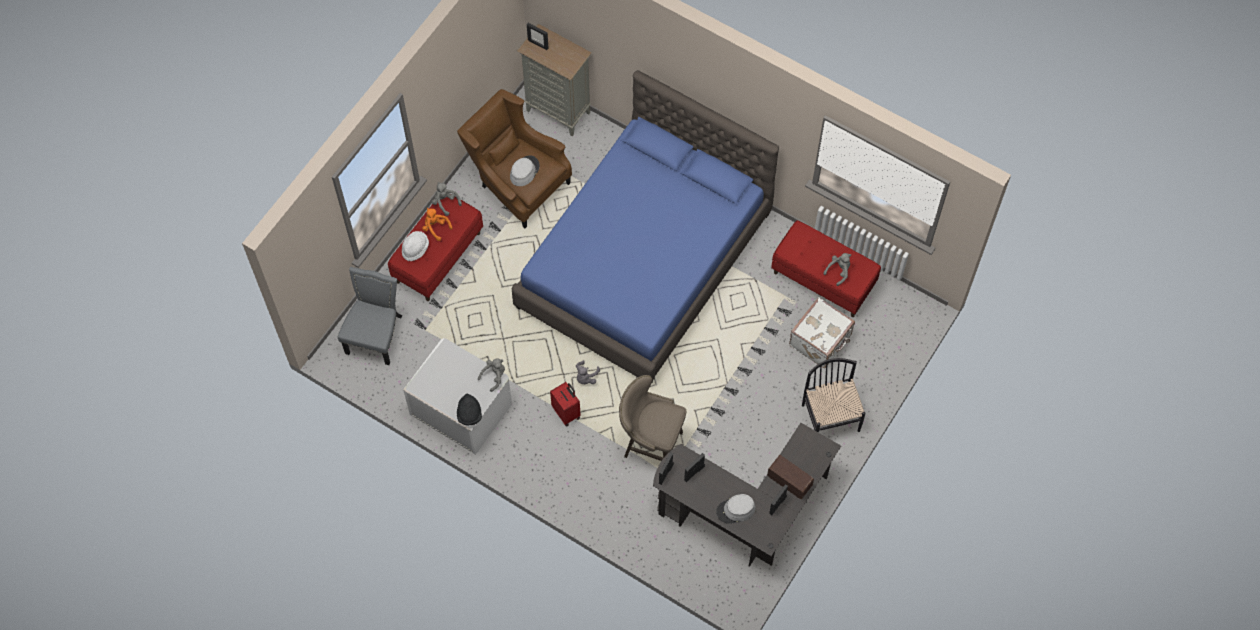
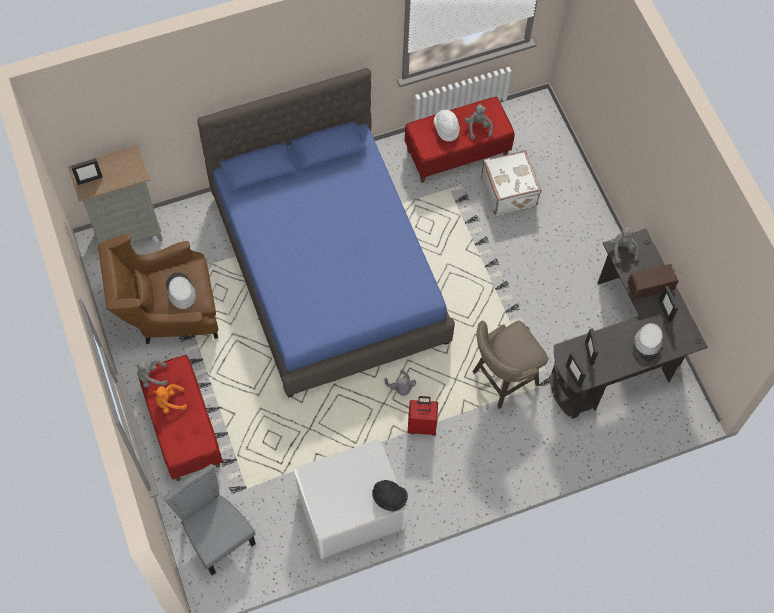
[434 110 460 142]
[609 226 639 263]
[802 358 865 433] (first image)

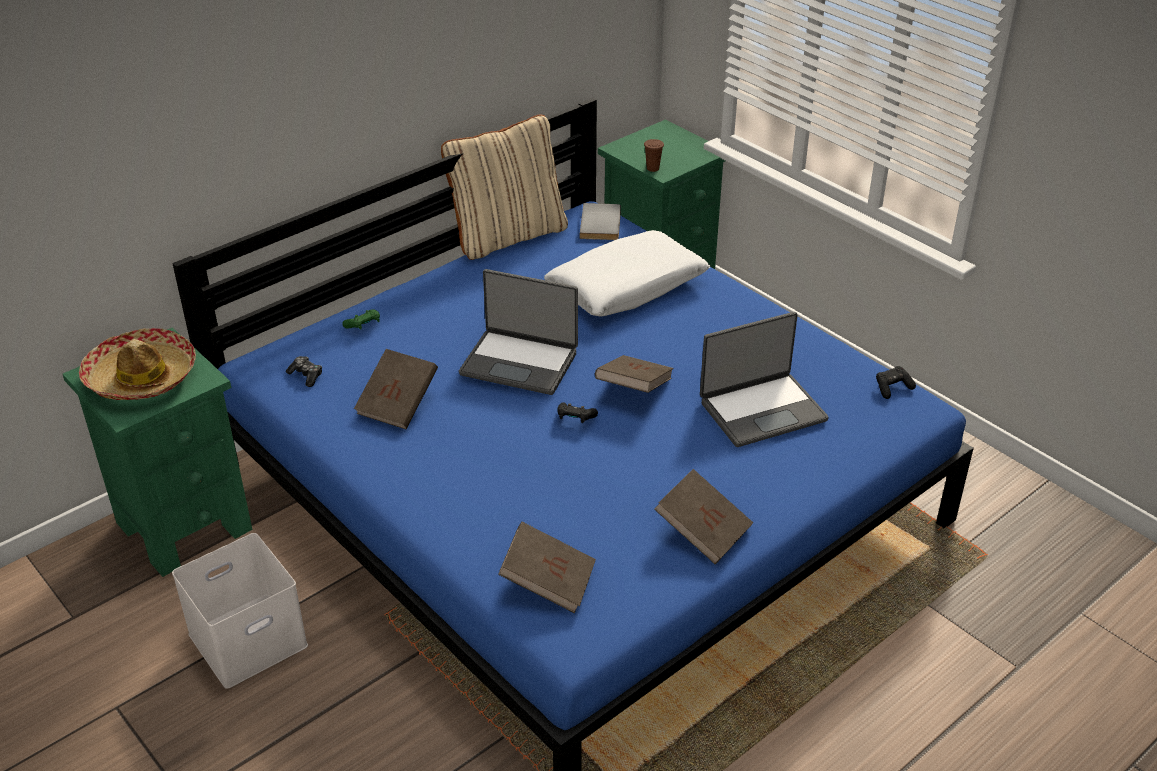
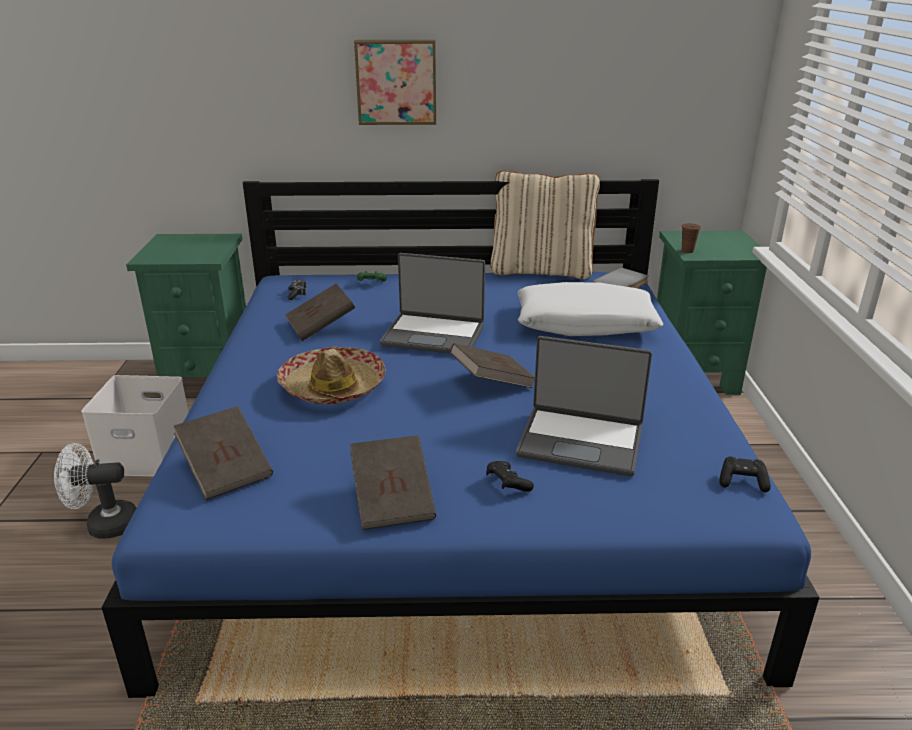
[277 346 385 404]
[380 253 485 354]
[486 461 534 492]
[54 443 137 538]
[354 40 436 125]

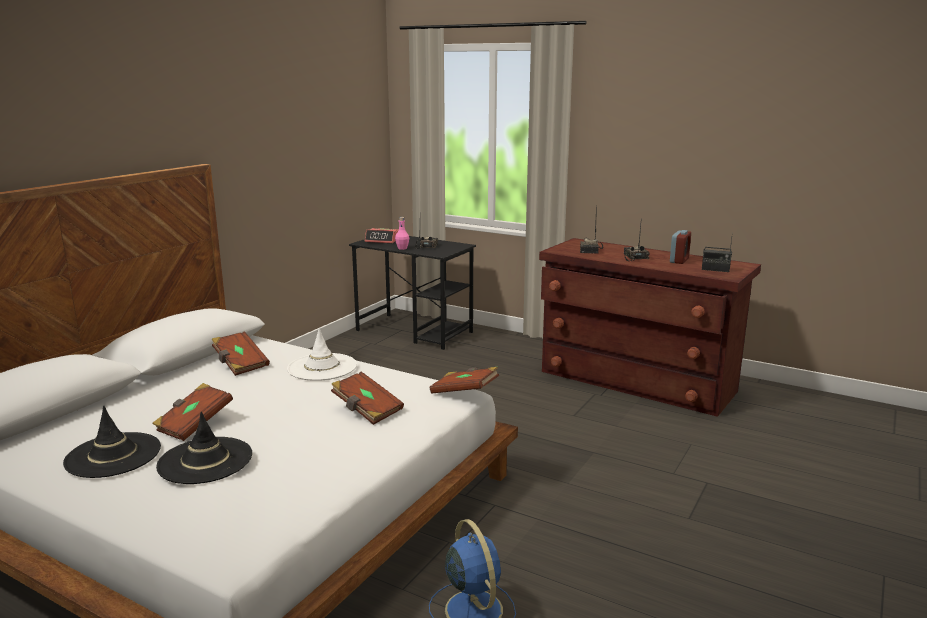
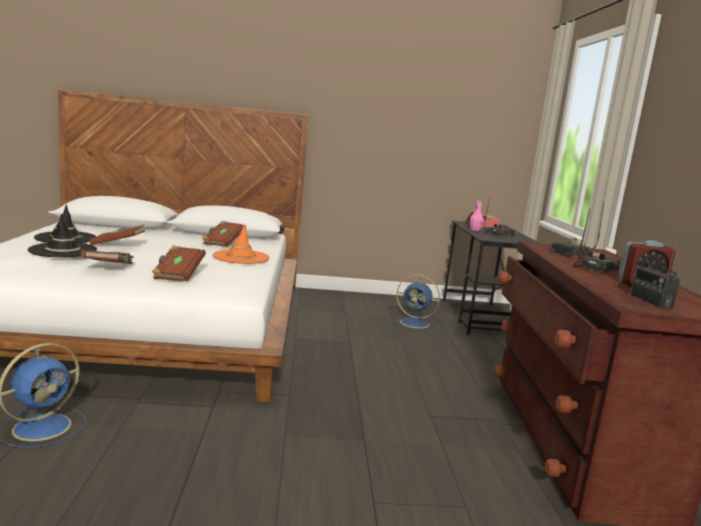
[213 224 270 264]
[81 250 134 264]
[393 275 440 331]

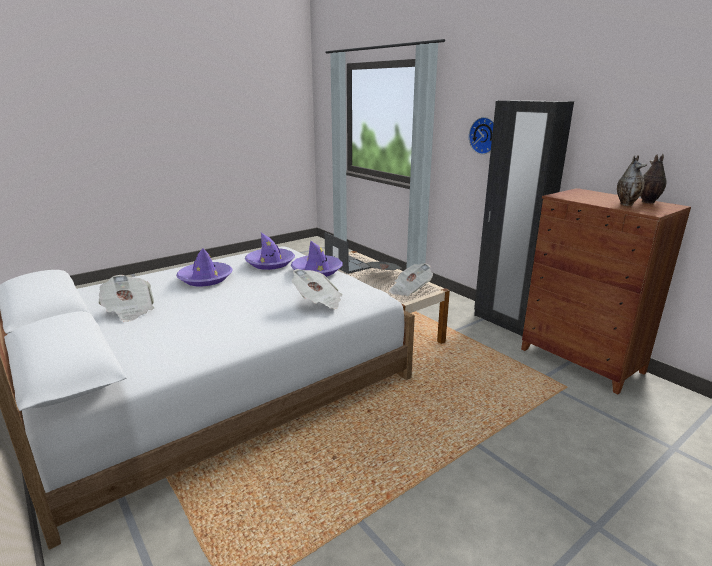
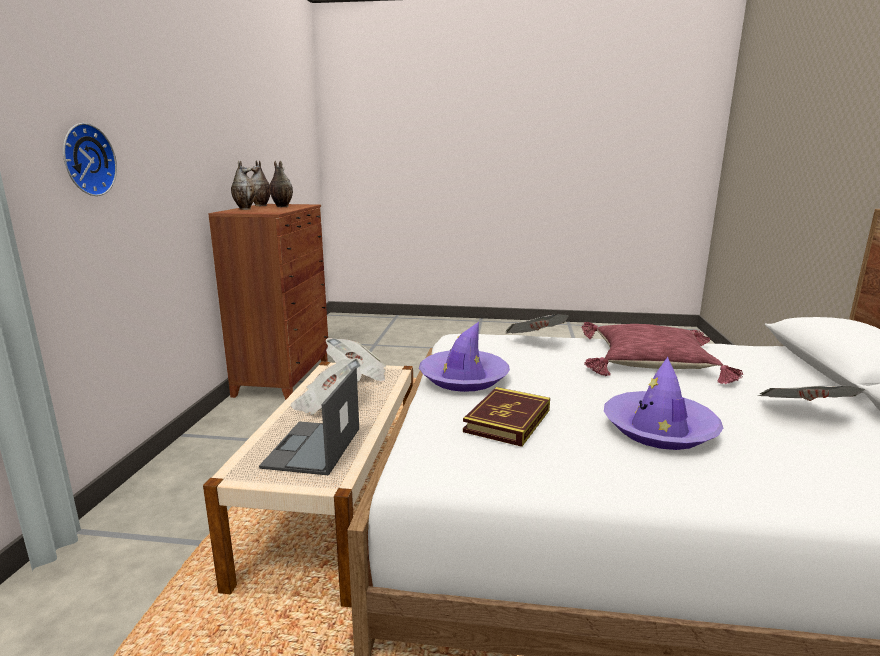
[463 387 550 447]
[474 100 574 336] (first image)
[231 161 256 210]
[582 322 743 385]

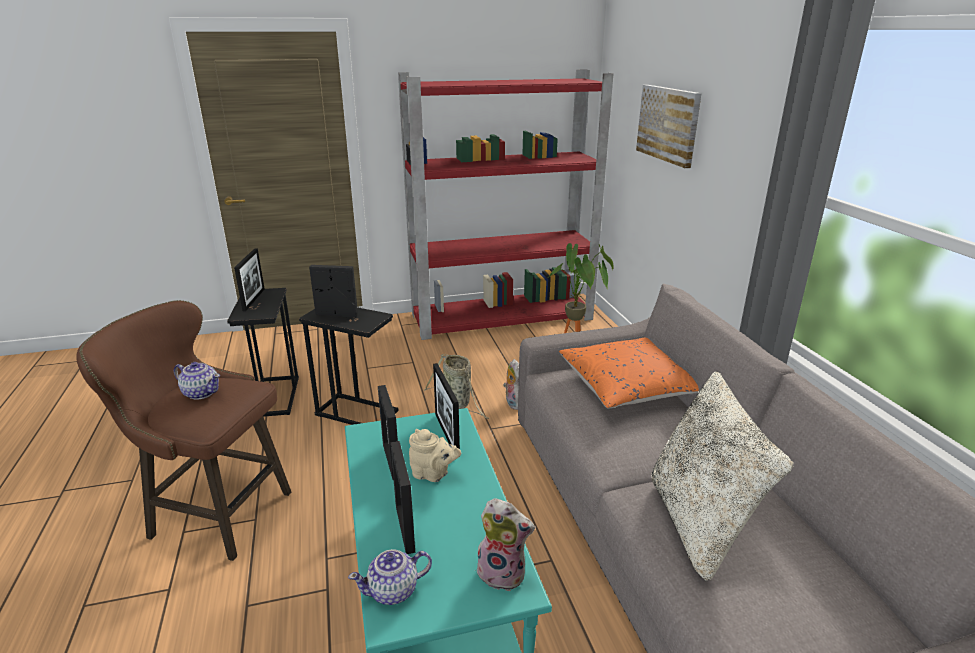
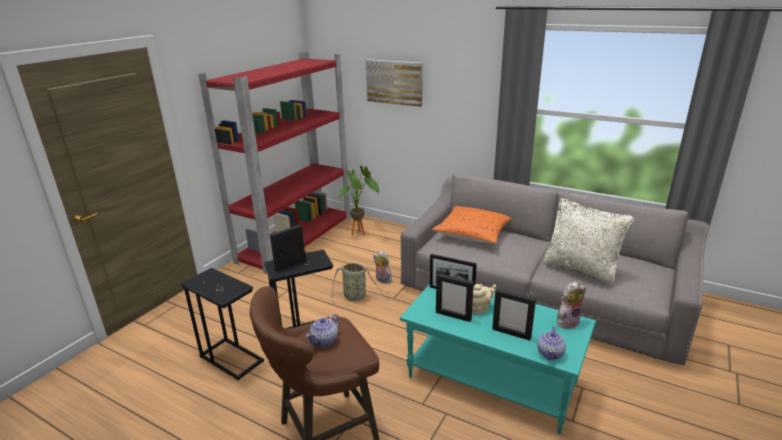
[306 314 340 347]
[234 248 265 311] (first image)

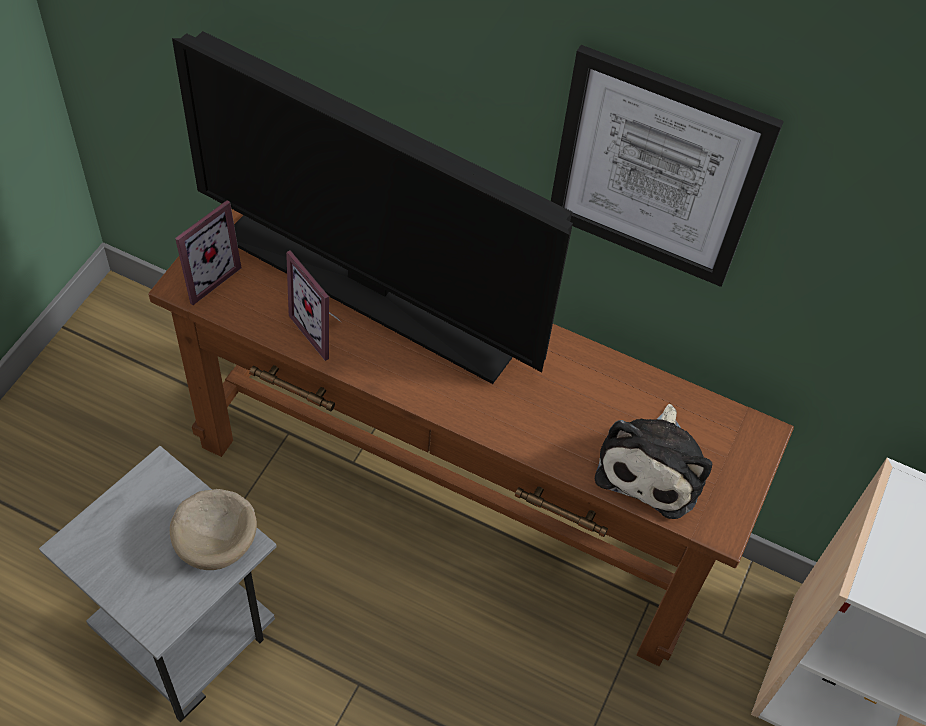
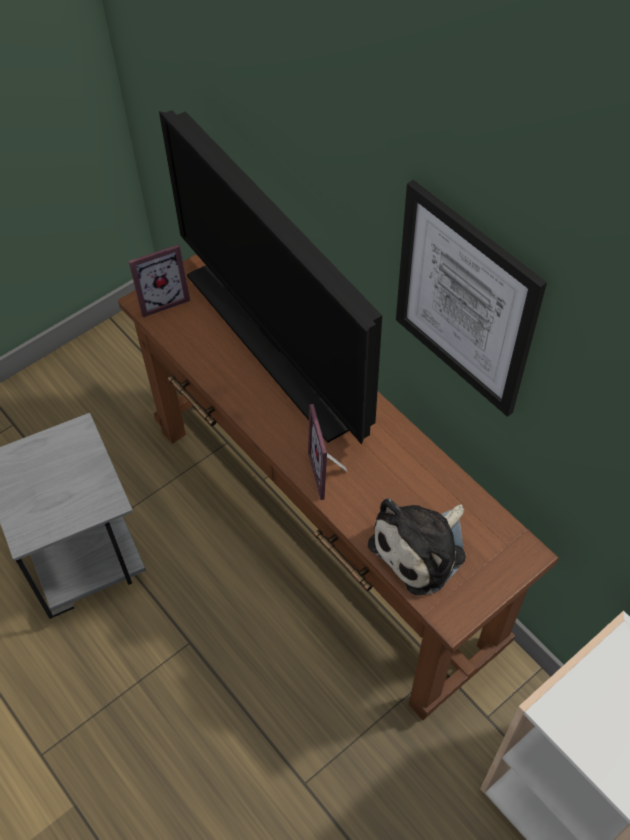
[170 489 257 570] (first image)
[308 404 347 500]

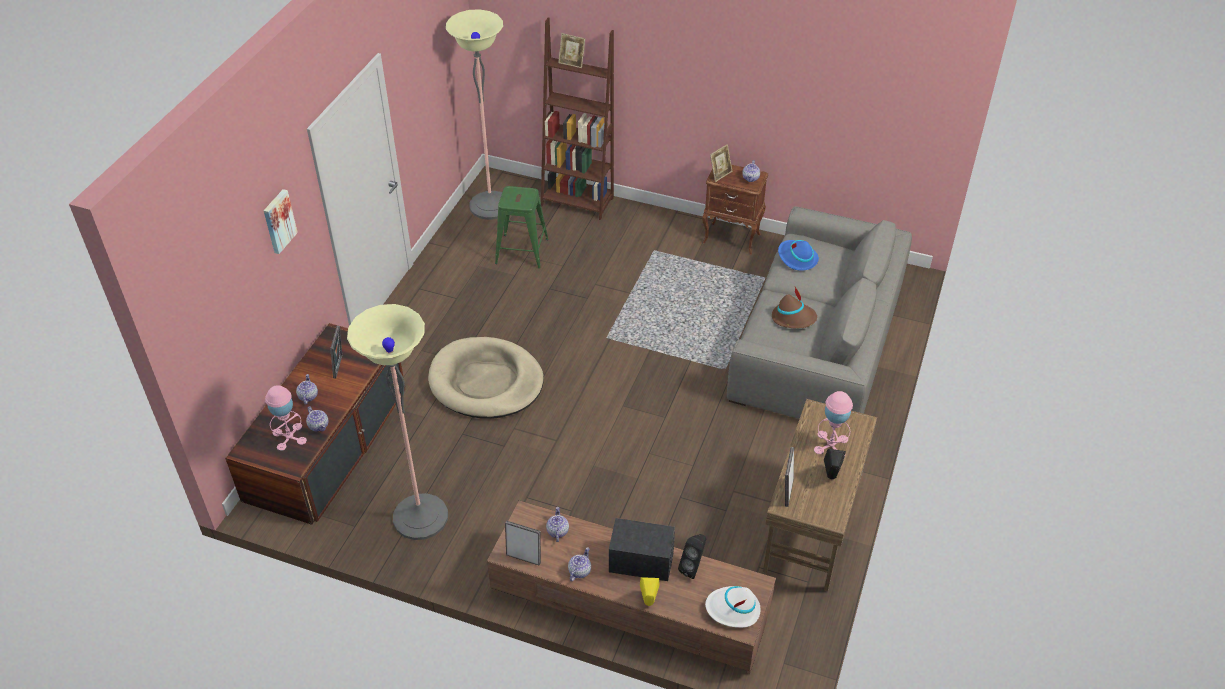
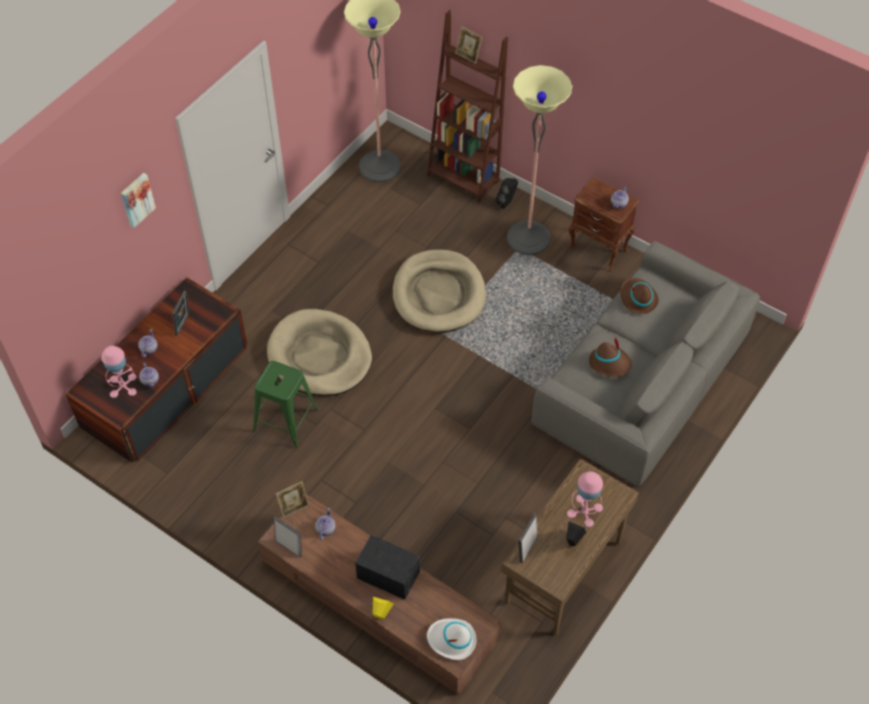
[507 65 572 255]
[253 361 318 448]
[568 547 591 581] (first image)
[496 178 518 209]
[276 481 309 518]
[620 278 659 314]
[393 249 486 333]

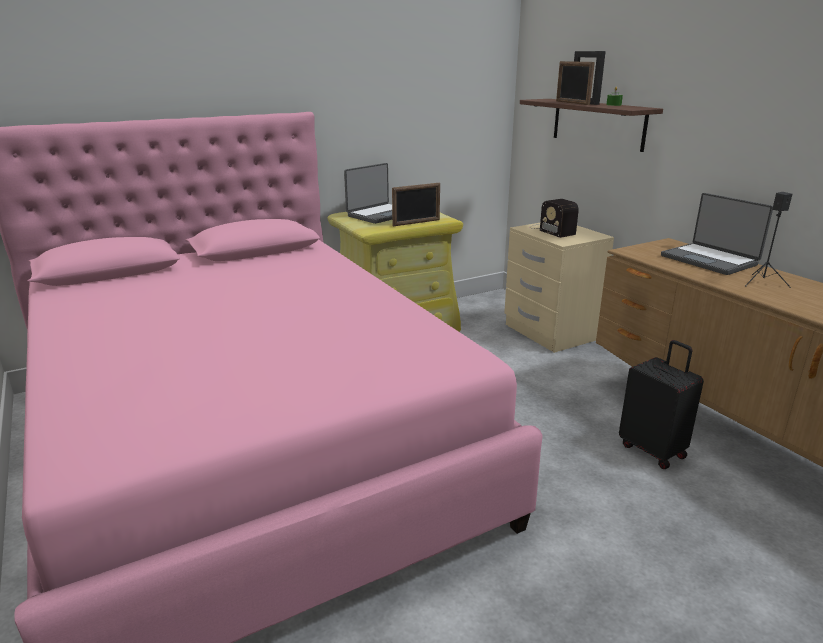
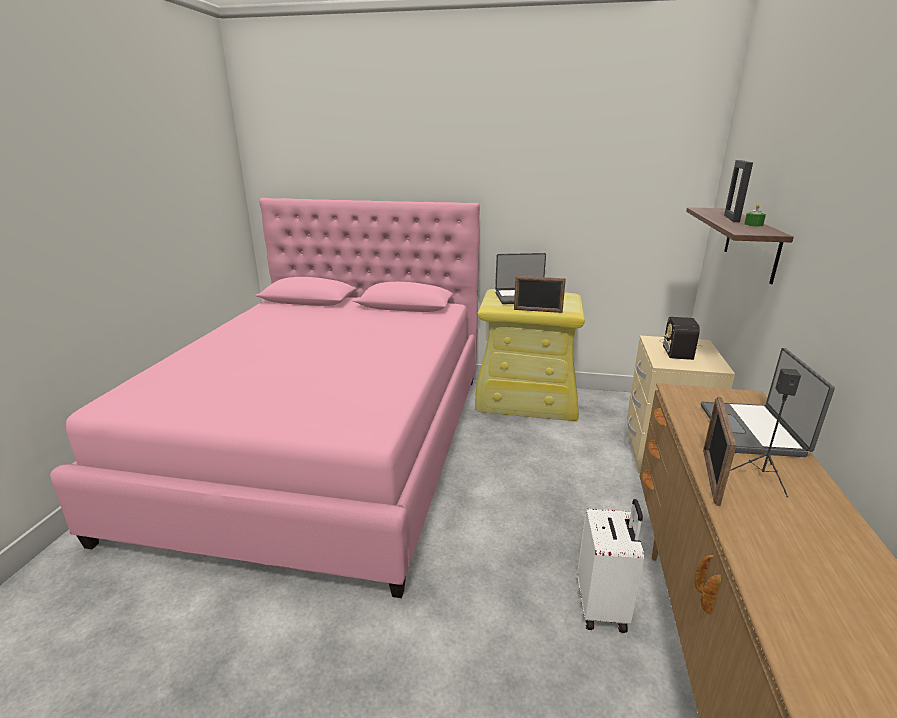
[703 397 737 506]
[577 499 644 633]

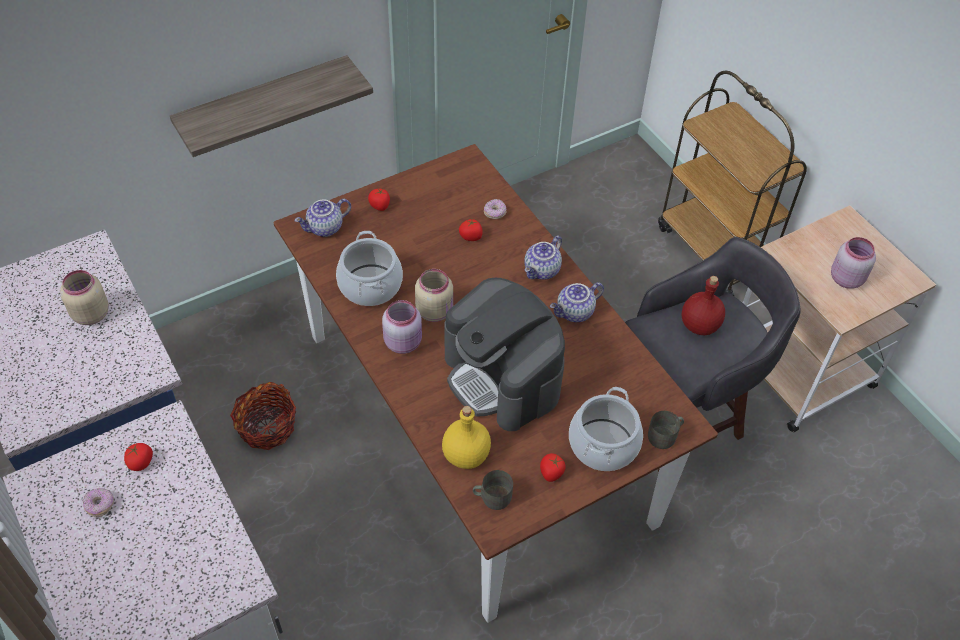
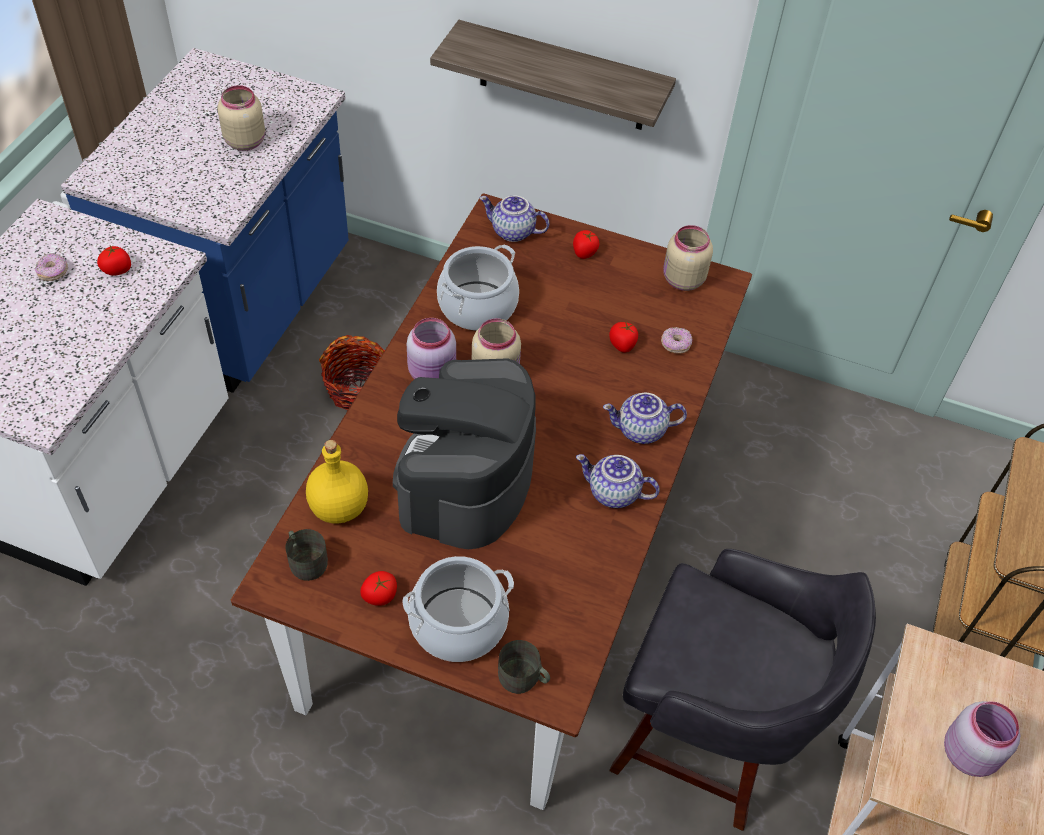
[682 276 725 335] (first image)
[663 225 713 291]

